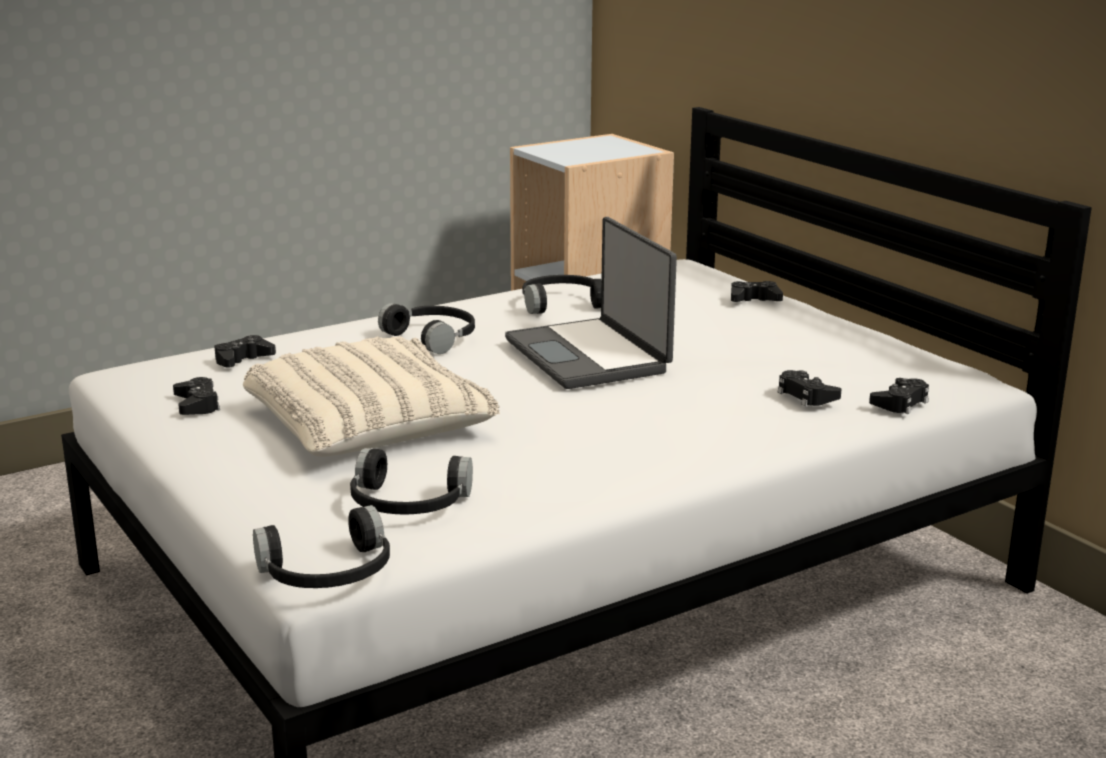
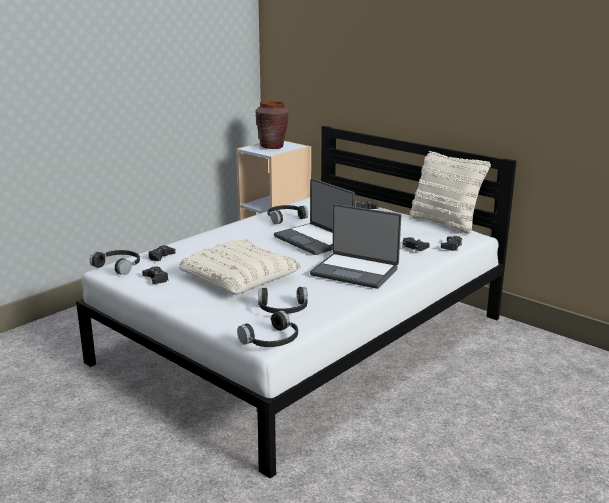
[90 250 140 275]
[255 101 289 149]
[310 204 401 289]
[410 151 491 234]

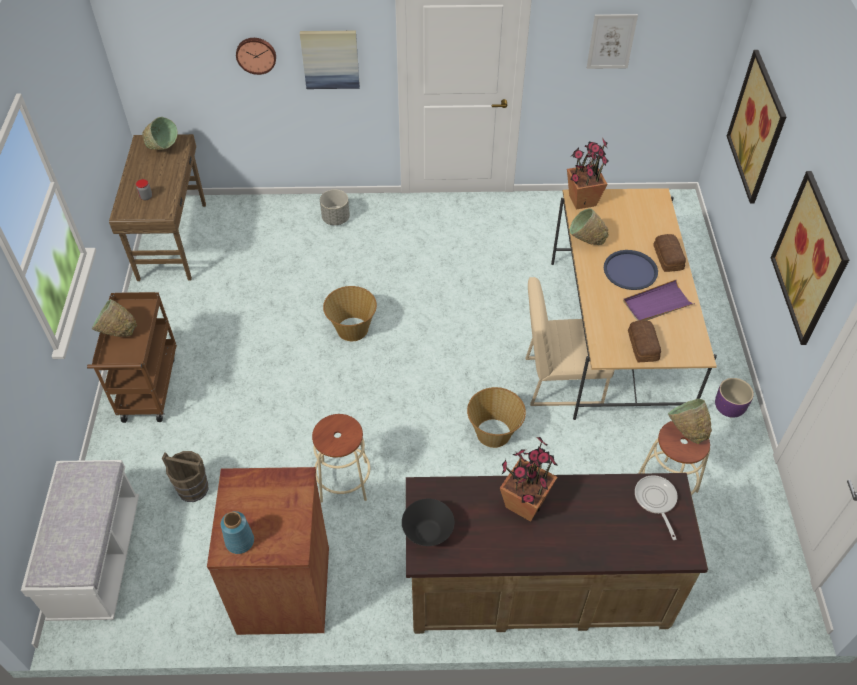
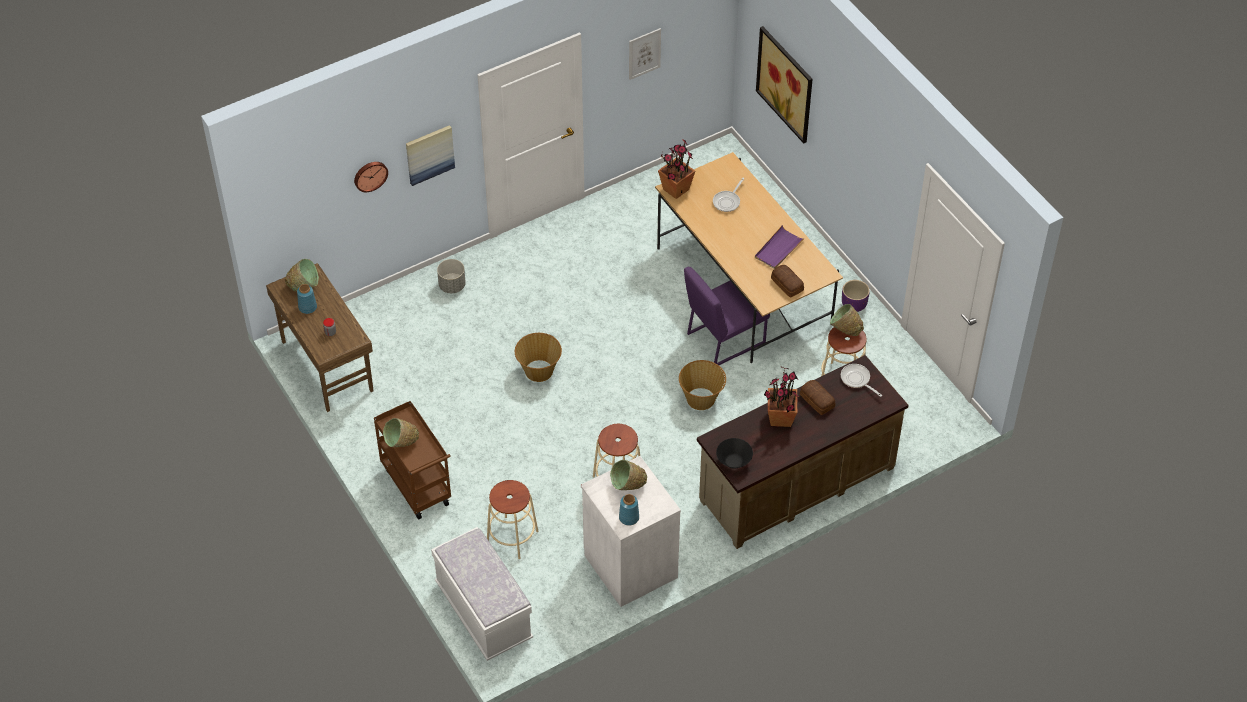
[487 480 538 559]
[581 456 681 607]
[684 267 770 365]
[610 460 647 490]
[604 250 658 290] (first image)
[800 380 836 415]
[771 171 849 345] (first image)
[297 284 317 314]
[713 178 745 212]

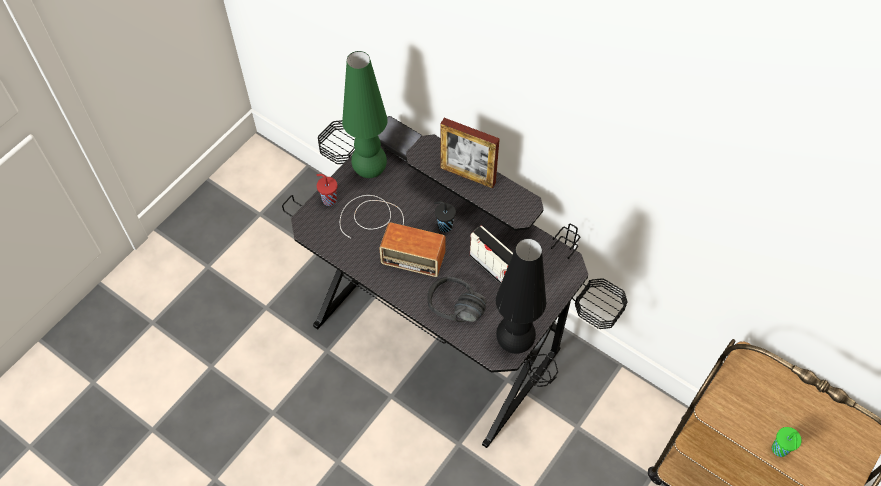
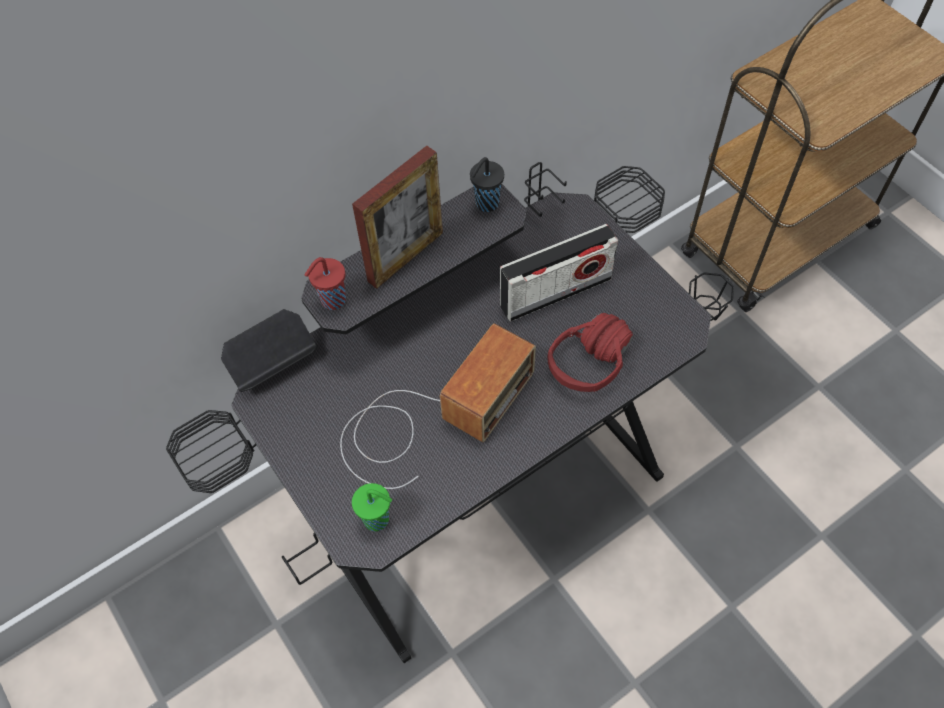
[304 257 346 310]
[342 51 388 178] (first image)
[547 313 633 392]
[470 157 504 212]
[496 238 546 354] (first image)
[352 483 392 531]

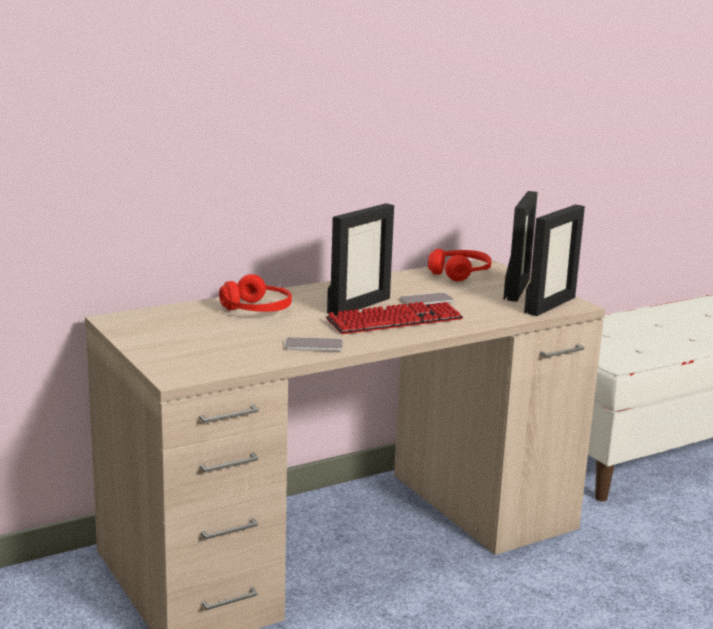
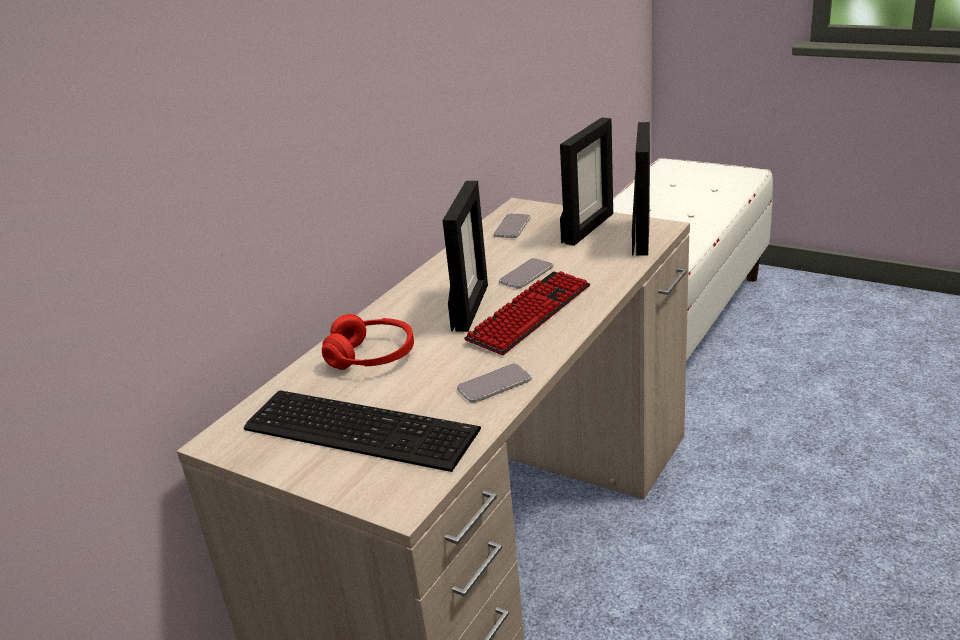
[493 213 530 238]
[560 117 613 246]
[244 391 481 472]

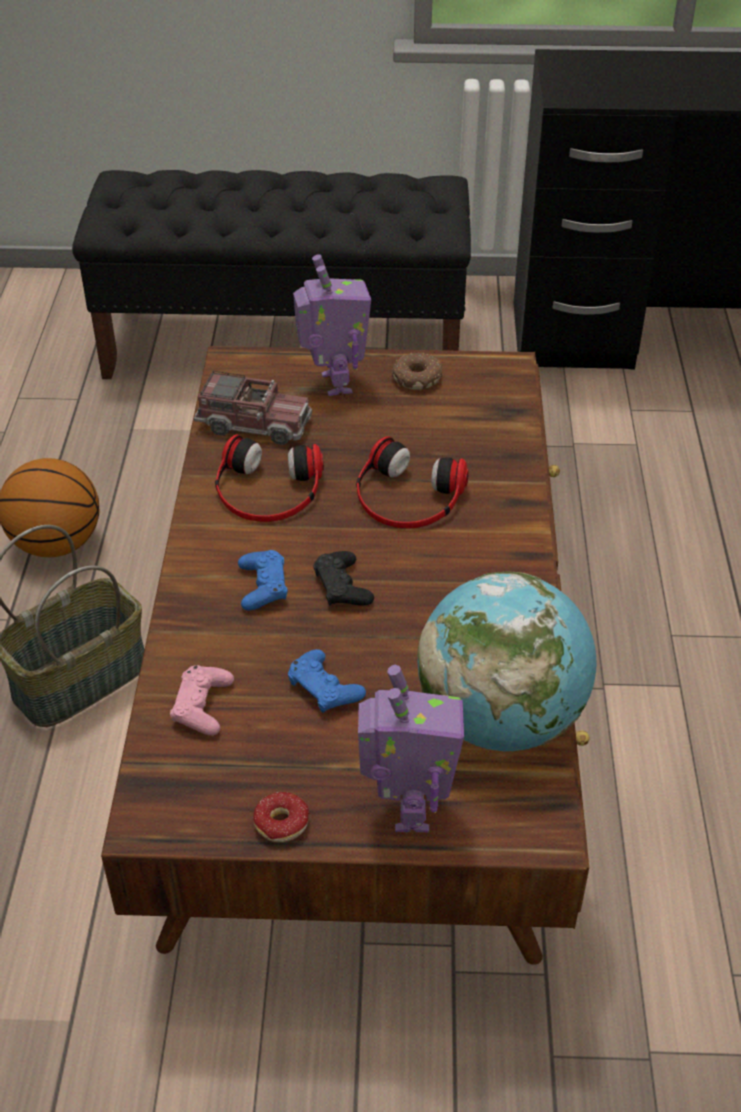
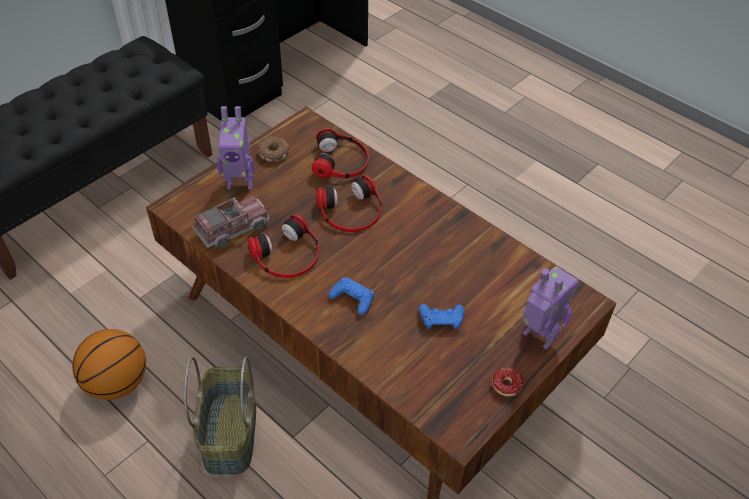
[170 665 234 735] (first image)
[217 106 254 189]
[313 551 374 606] (first image)
[418 572 597 751] (first image)
[312 128 369 178]

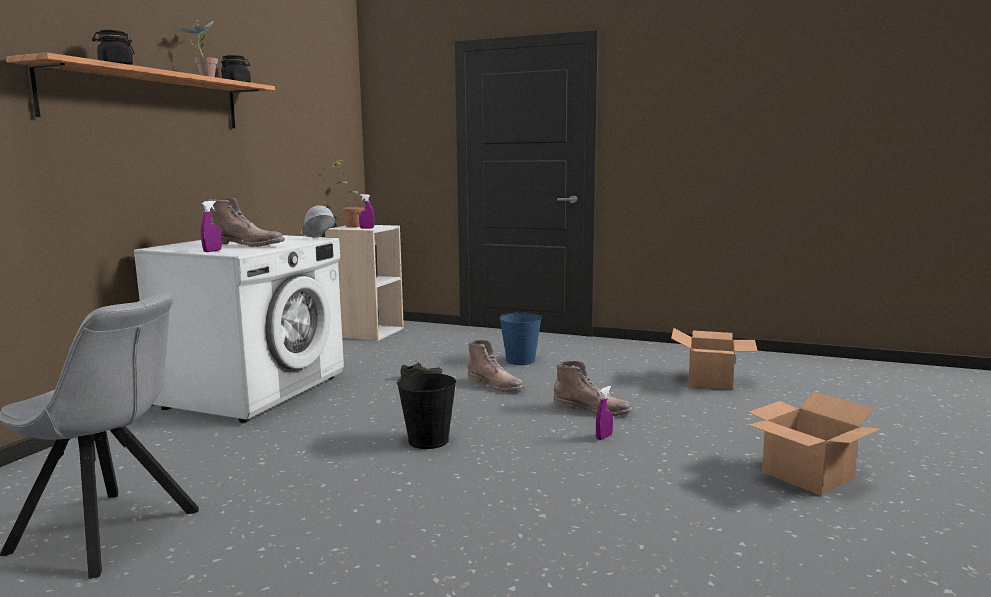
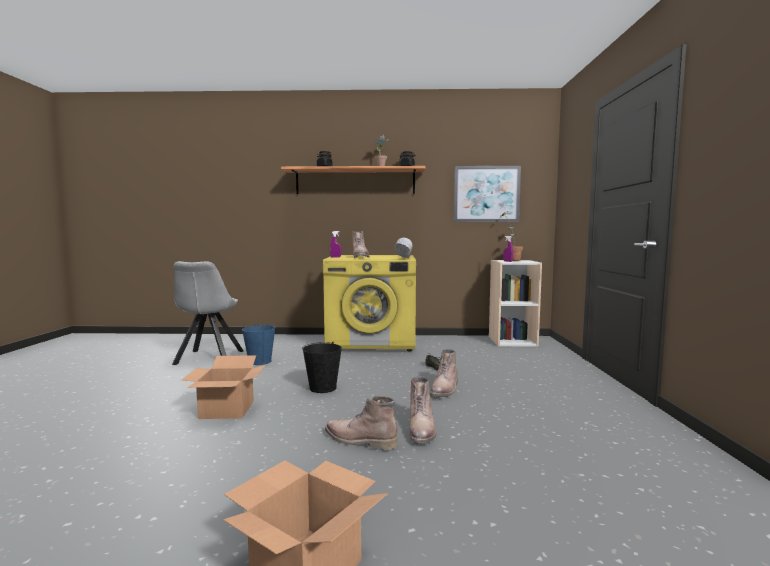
[323 255 416 351]
[242 324 276 365]
[325 396 398 450]
[181 355 265 419]
[454 166 521 222]

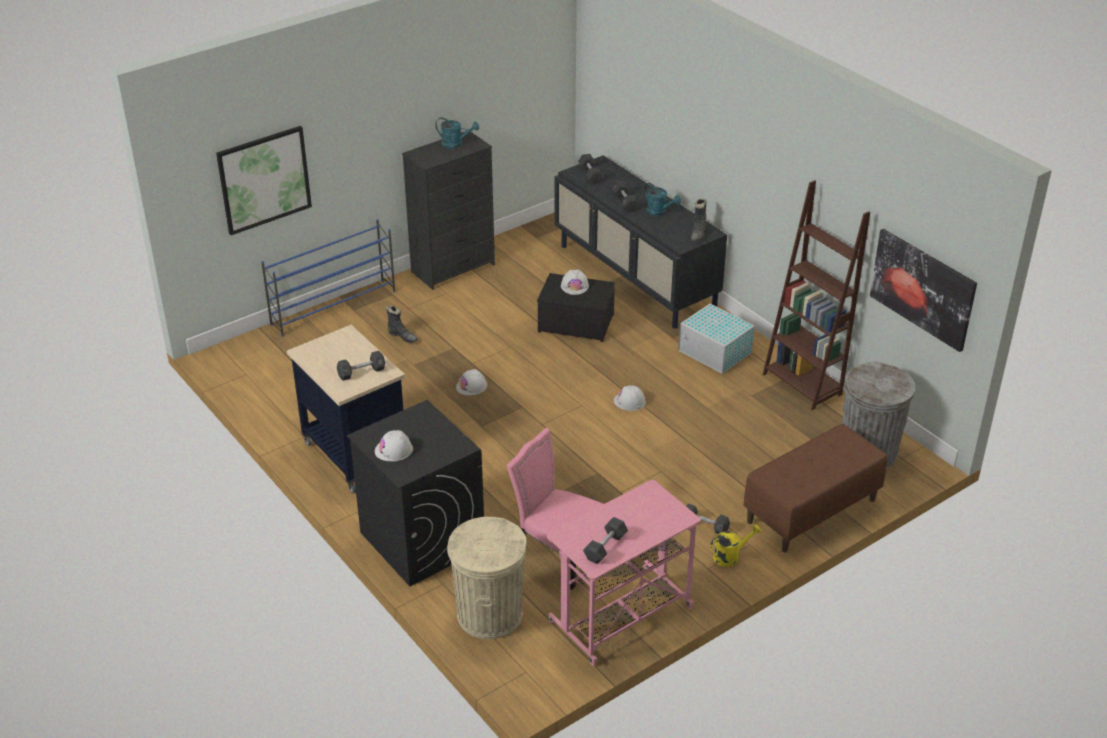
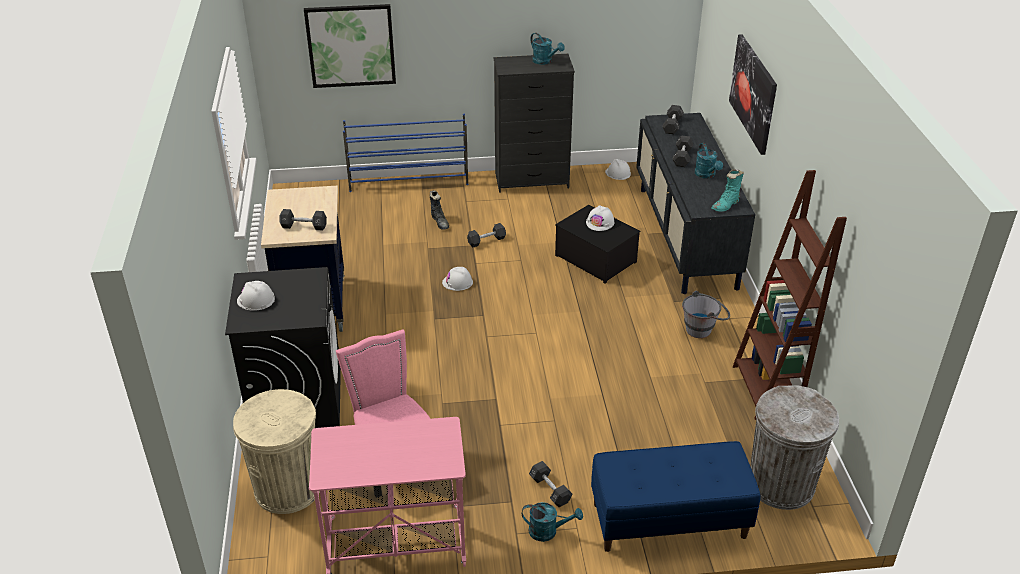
[467 223 506 247]
[605 159 631 180]
[682 291 730 338]
[711 169 744 212]
[522 502 583 542]
[591 441 760 552]
[729 34 777 155]

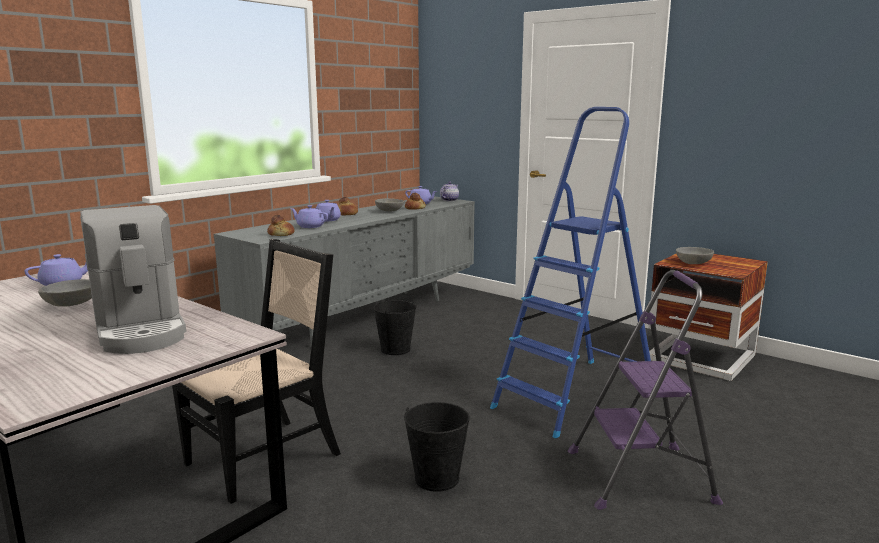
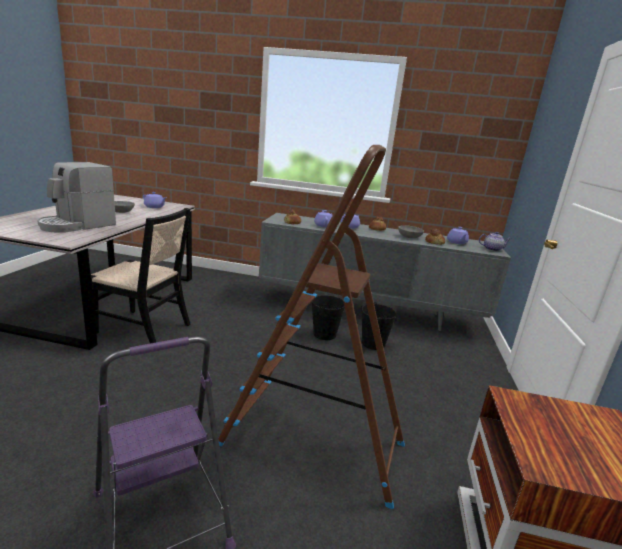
[361 302 397 350]
[218 145 405 509]
[676 247 714 264] (first image)

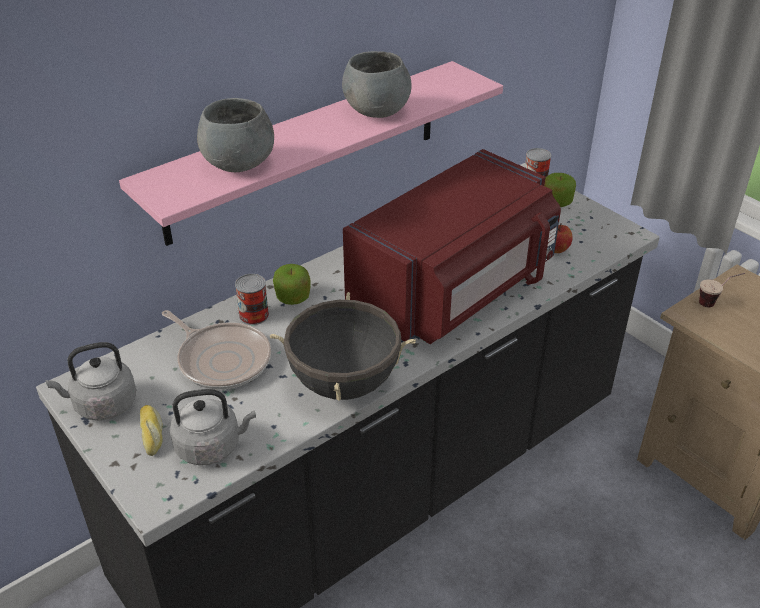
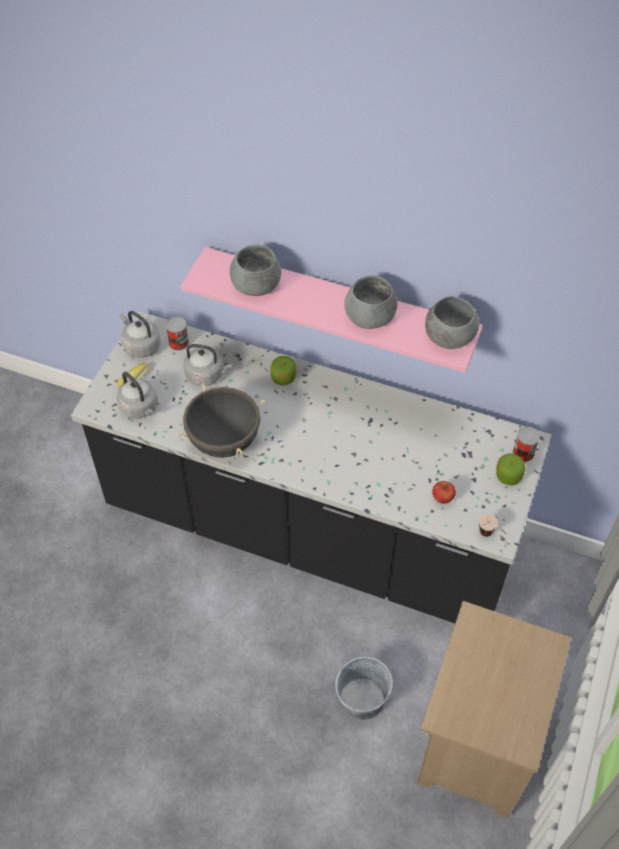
[184 344 232 386]
[166 317 189 351]
[343 149 561 344] (first image)
[479 514 507 537]
[335 656 393 720]
[425 296 479 349]

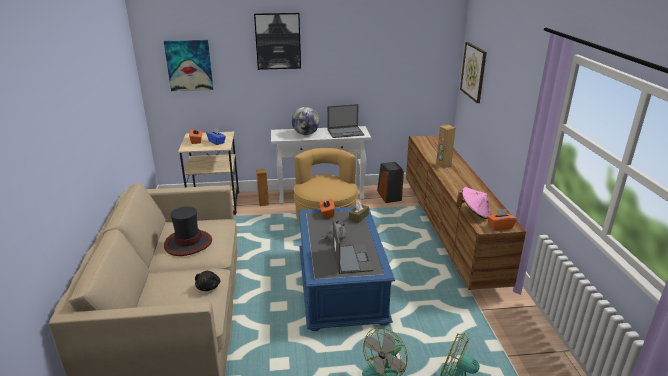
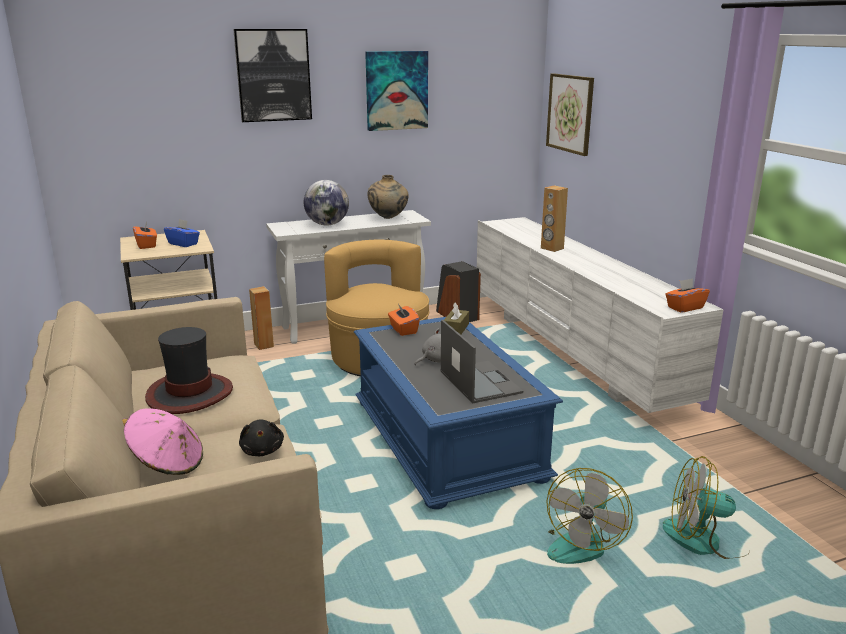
[365 51 428 131]
[367 175 409 219]
[477 217 724 413]
[122 408 203 475]

